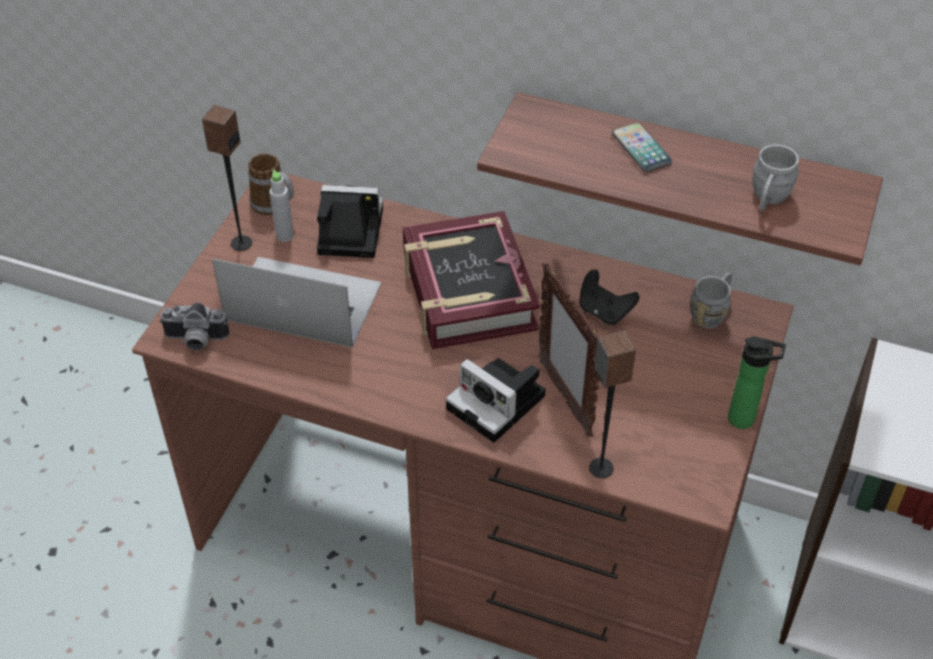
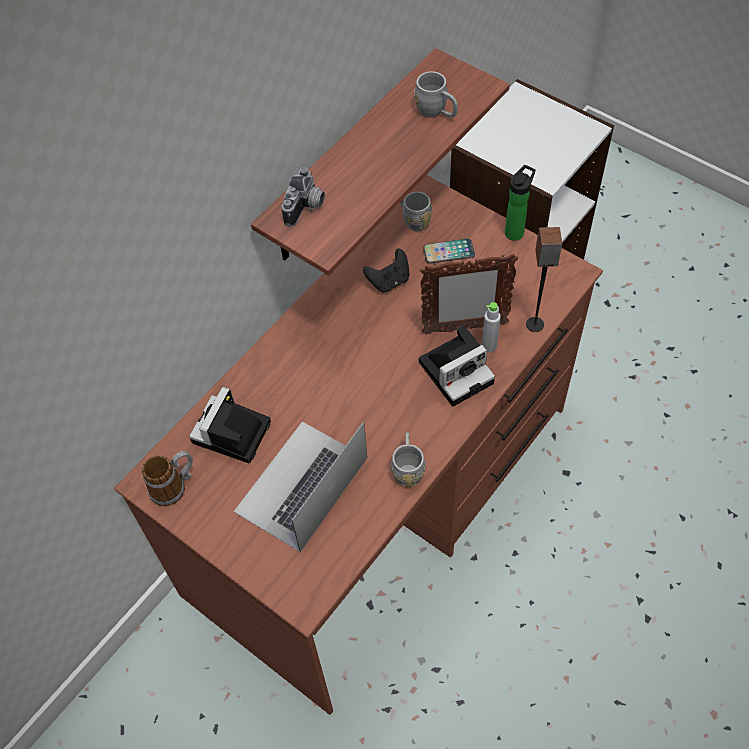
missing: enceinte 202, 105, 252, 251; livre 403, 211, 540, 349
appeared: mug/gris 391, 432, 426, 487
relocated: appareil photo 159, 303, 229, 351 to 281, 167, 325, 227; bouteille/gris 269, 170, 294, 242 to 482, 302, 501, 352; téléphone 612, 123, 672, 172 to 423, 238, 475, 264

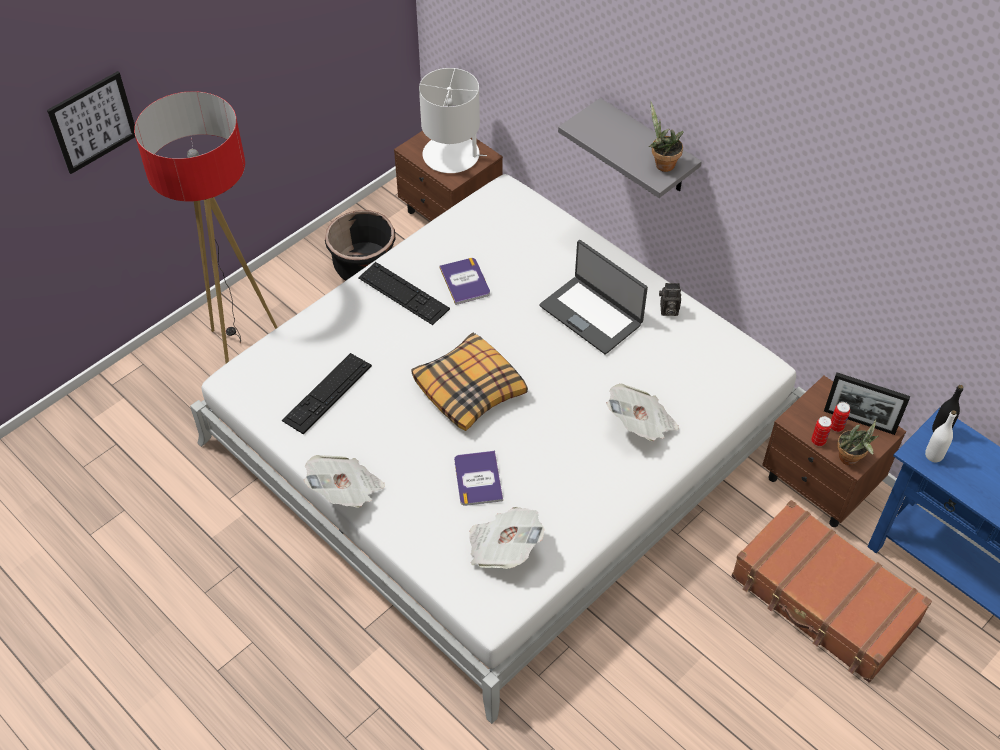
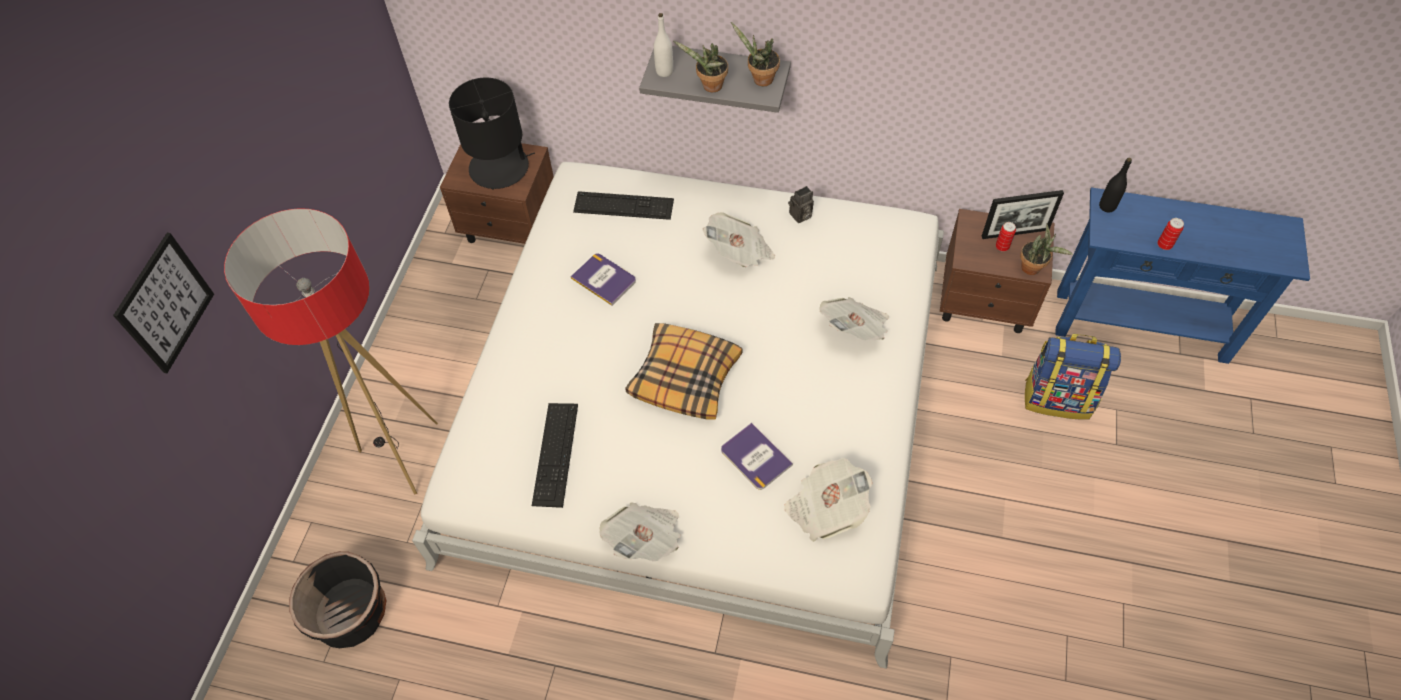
appeared: plante en pot 673, 41, 728, 92
relocated: cache-pot/noir 325, 210, 395, 281 to 289, 551, 387, 648; clavier 358, 262, 450, 325 to 573, 191, 674, 220; boîte métallique 811, 416, 832, 446 to 1157, 218, 1184, 250; bouteille/blanc 925, 410, 957, 462 to 654, 13, 673, 77
exchanged: ordinateur portable 540, 240, 648, 355 to journal 703, 212, 775, 268; valise/marron 731, 500, 932, 683 to sac à dos 1025, 334, 1121, 419
colour: lampe de table/blanc 419, 68, 487, 173 to lampe de table/noir 449, 78, 535, 190

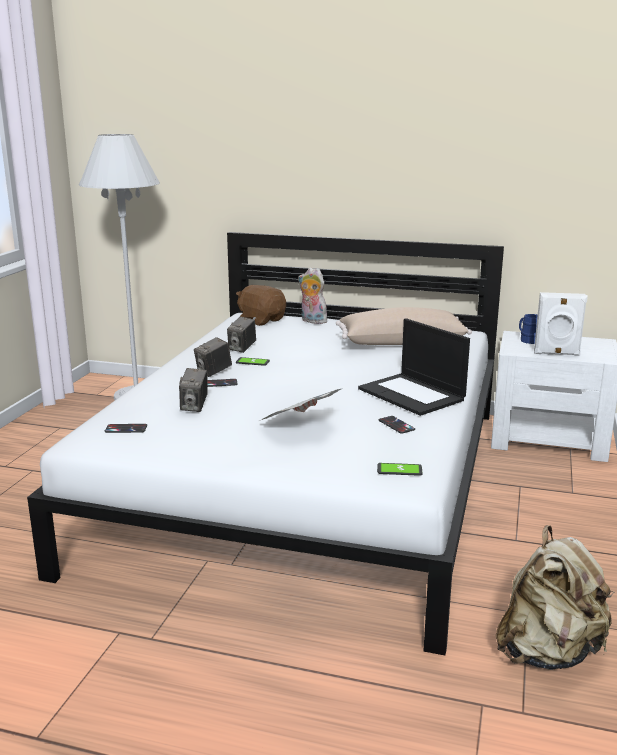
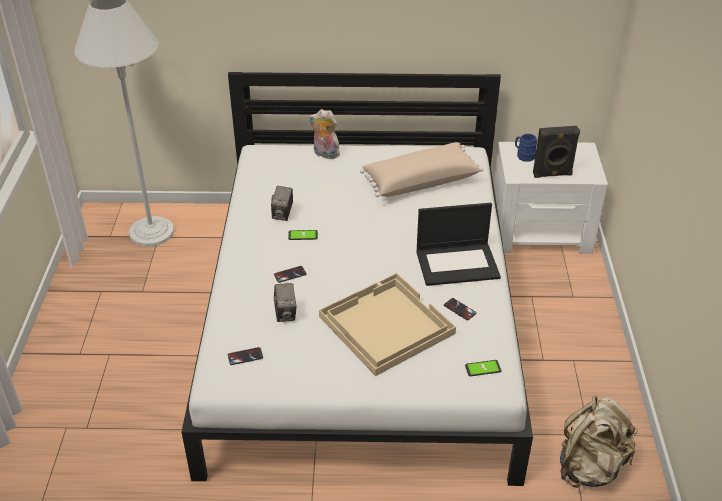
missing: appareil photo 194, 337, 232, 377; peluche/marron 236, 285, 286, 326
exchanged: journal 259, 389, 341, 421 to plateau/beige 319, 273, 456, 376
colour: enceinte/blanc 534, 292, 588, 356 to enceinte/noir 533, 126, 580, 178
spun: ordinateur portable 358, 318, 470, 416 = 416, 203, 501, 286 45 degrees counterclockwise

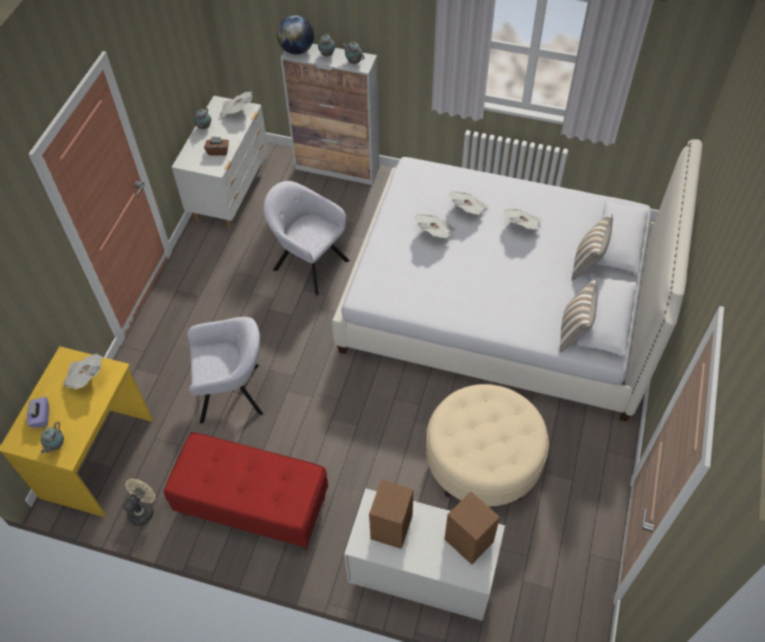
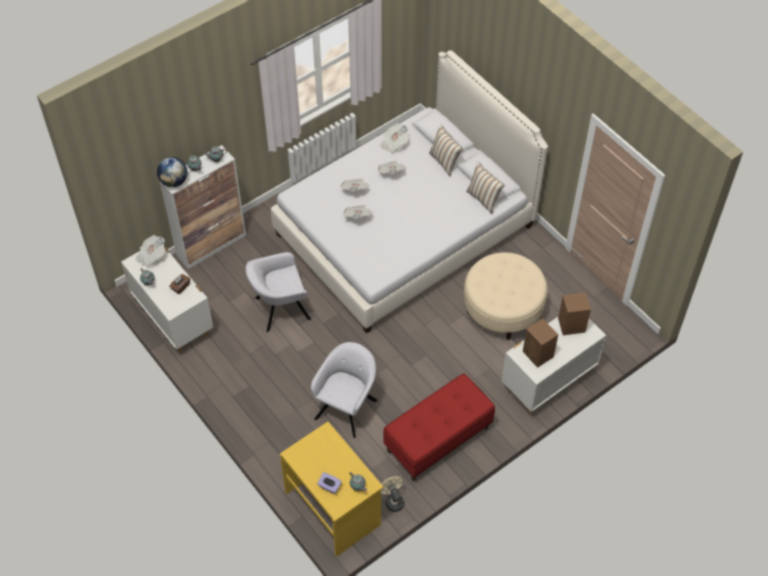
relocated: journal 62, 353, 103, 389 to 379, 124, 409, 153

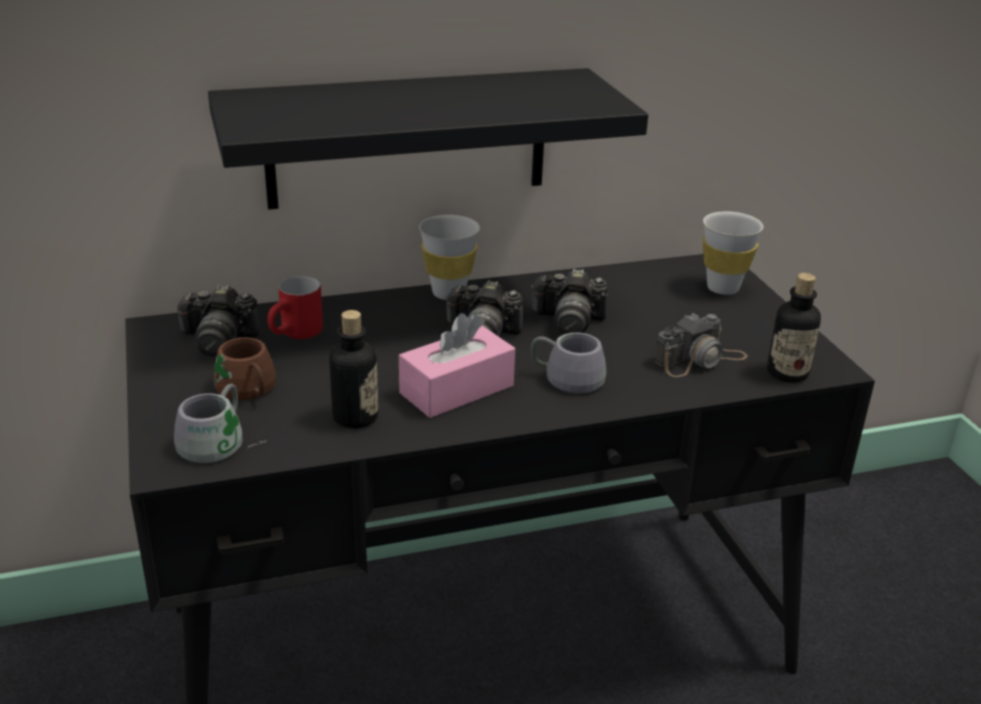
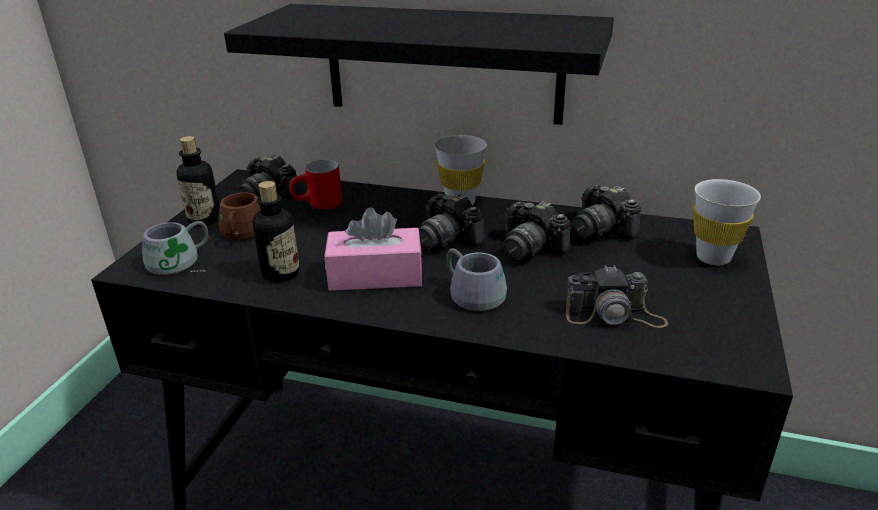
appeared: appareil photo 573, 185, 641, 240
relocated: bouteille 767, 273, 821, 383 to 176, 136, 220, 226

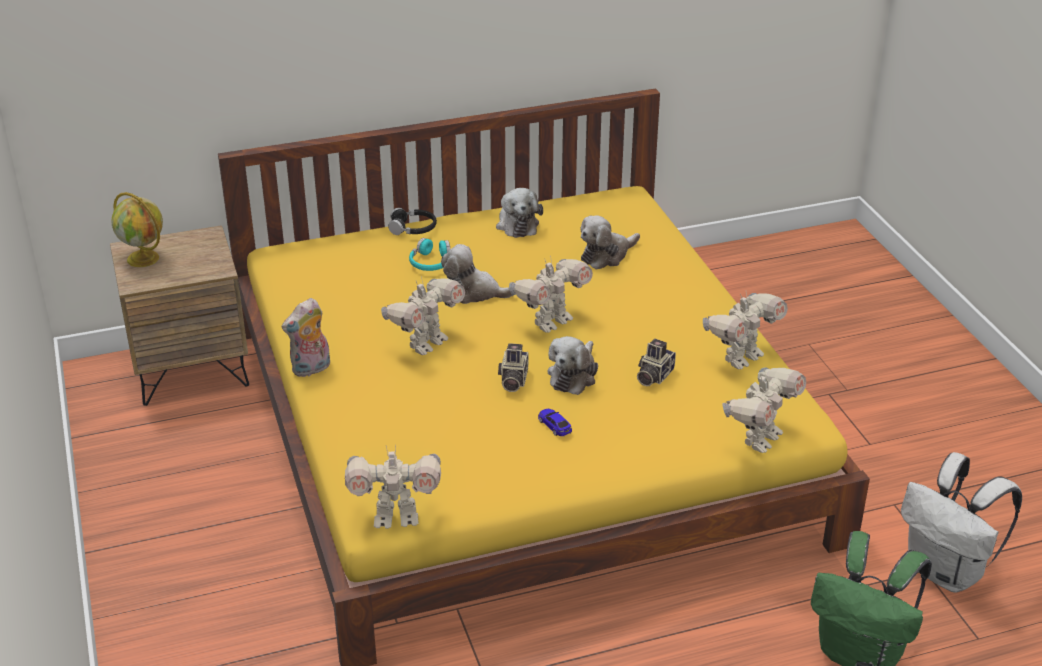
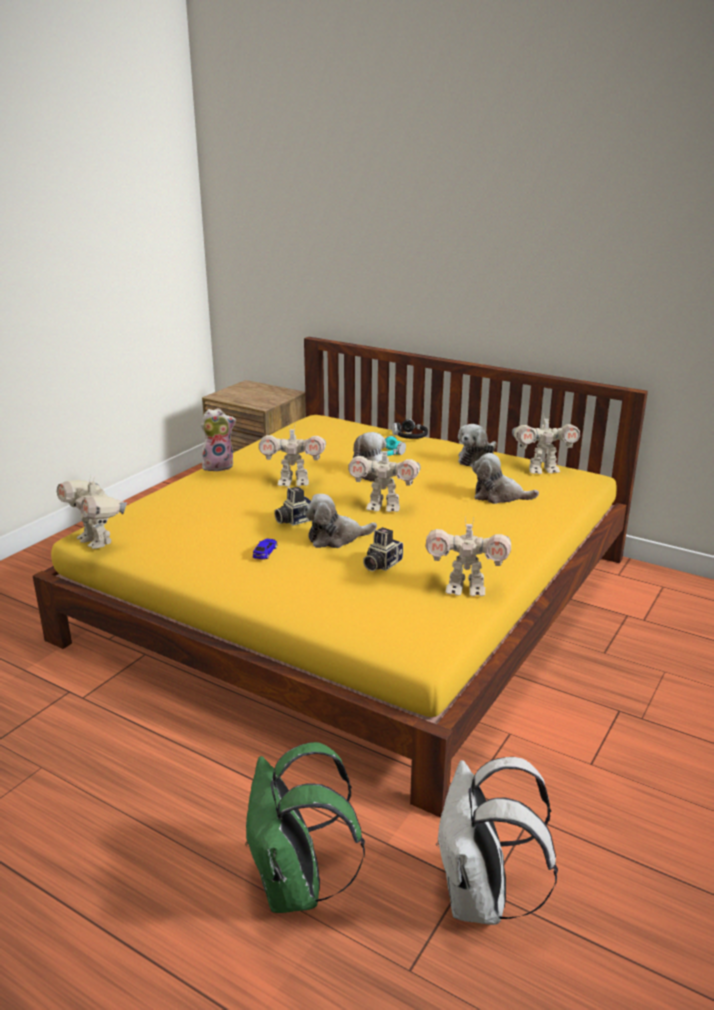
missing: globe 112, 192, 163, 267
relocated: robot jouet 722, 367, 806, 453 to 512, 413, 580, 474
spun: peluche 282, 298, 330, 377 = 201, 408, 236, 472 150 degrees clockwise; appareil photo 637, 339, 676, 386 = 363, 527, 403, 571 45 degrees counterclockwise

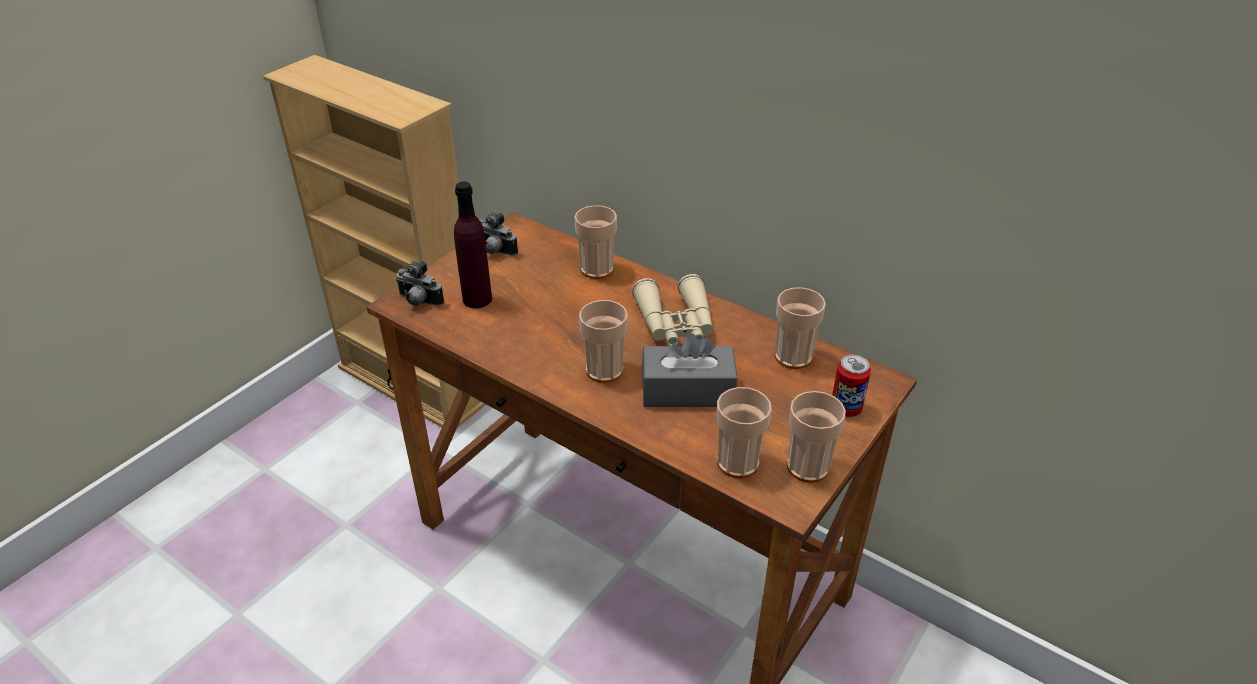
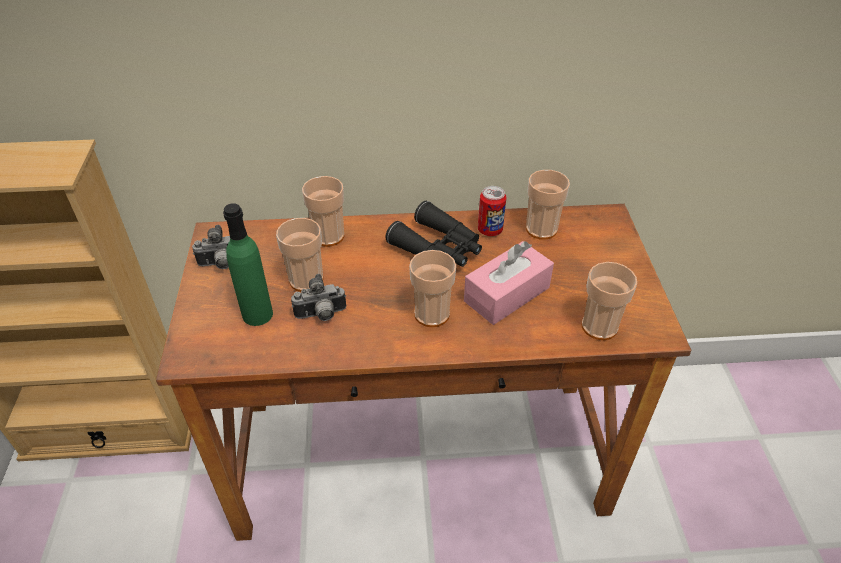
relocated: appareil photo 396, 261, 444, 306 to 291, 274, 346, 321; tasse 787, 391, 846, 483 to 276, 218, 323, 292; boîte métallique 832, 355, 871, 417 to 478, 186, 506, 236
colour: bouteille/violet 454, 181, 492, 308 to bouteille/vert 223, 203, 273, 326; jumelles/beige 632, 274, 714, 346 to jumelles/noir 386, 201, 482, 267; boîte à mouchoirs/gris 642, 333, 737, 407 to boîte à mouchoirs/rose 464, 241, 554, 325

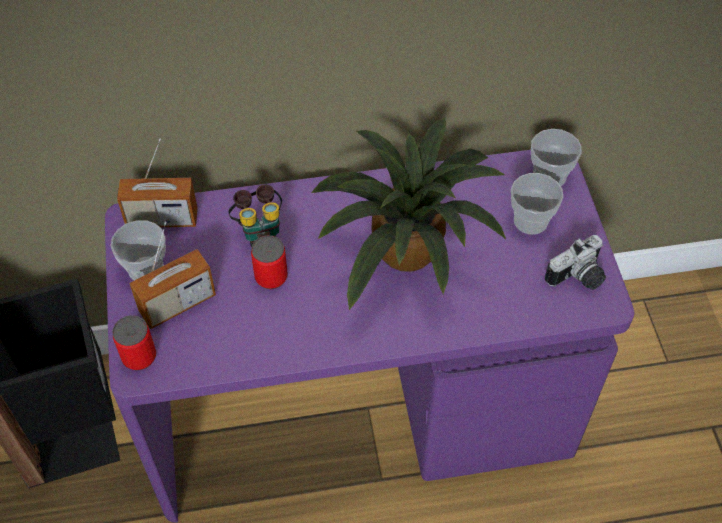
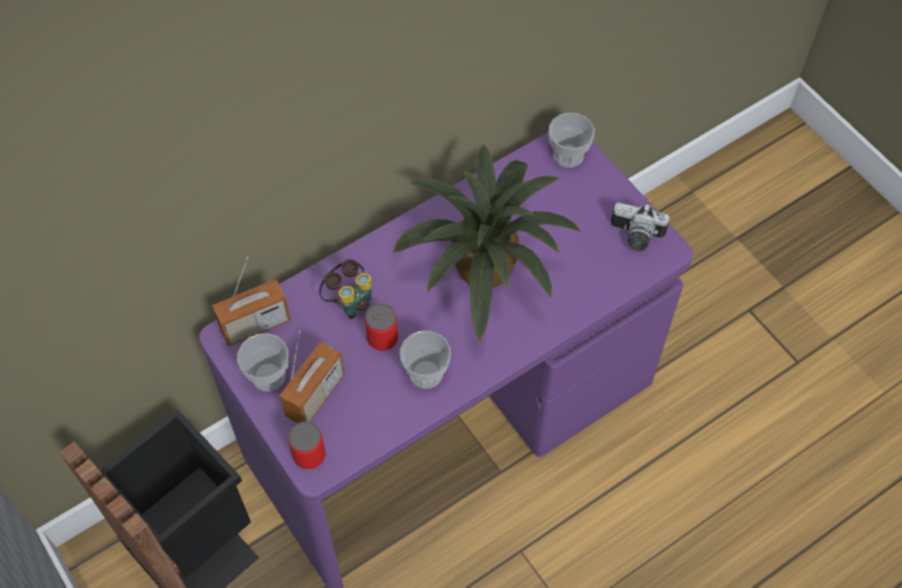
relocated: tasse 511, 173, 563, 234 to 400, 331, 451, 389
spun: appareil photo 545, 235, 606, 290 = 611, 202, 669, 251 75 degrees clockwise

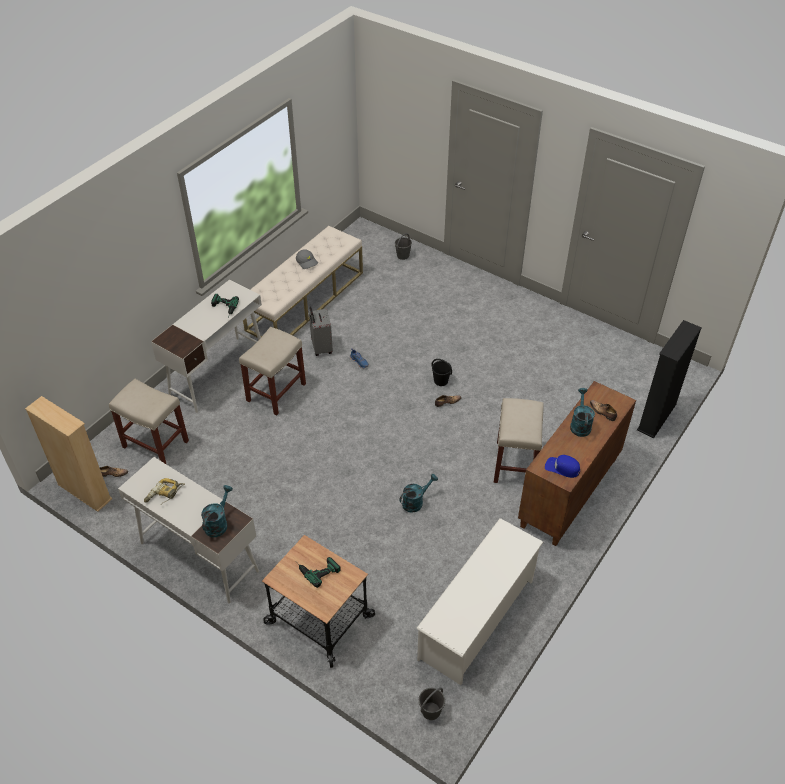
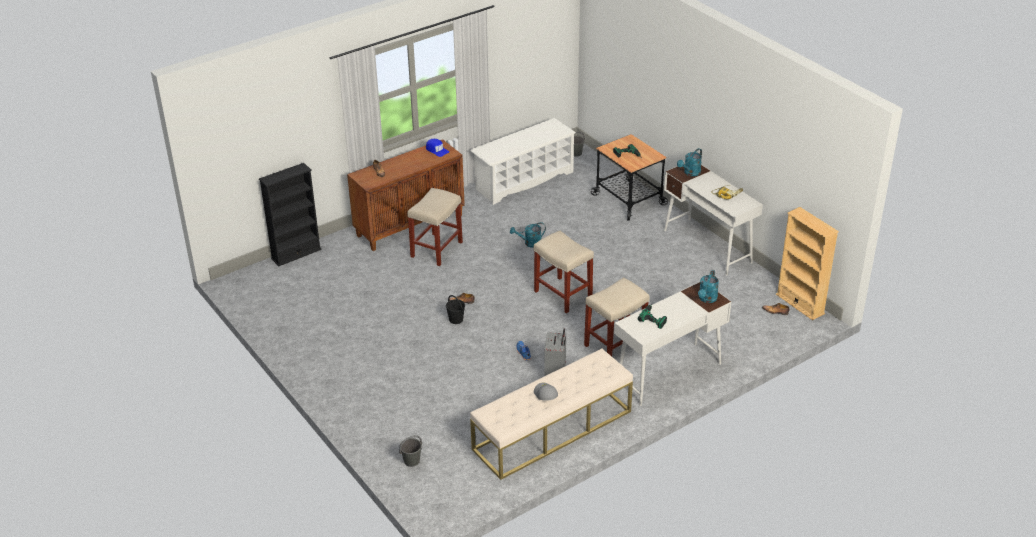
relocated: tabouret/beige 109, 379, 189, 465 to 534, 231, 594, 313; arrosoir/turquoise 570, 388, 595, 437 to 698, 270, 719, 303

